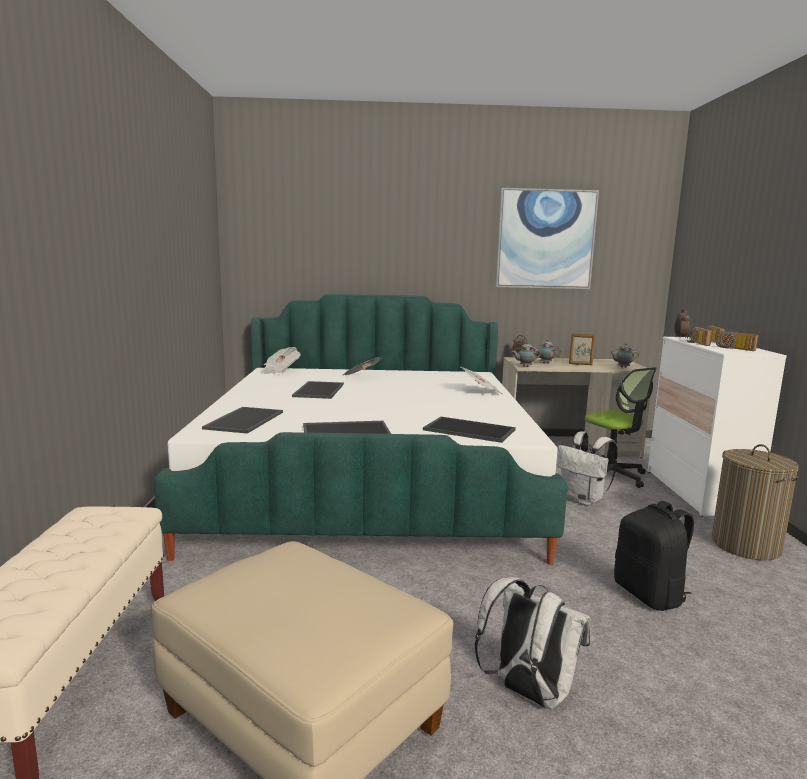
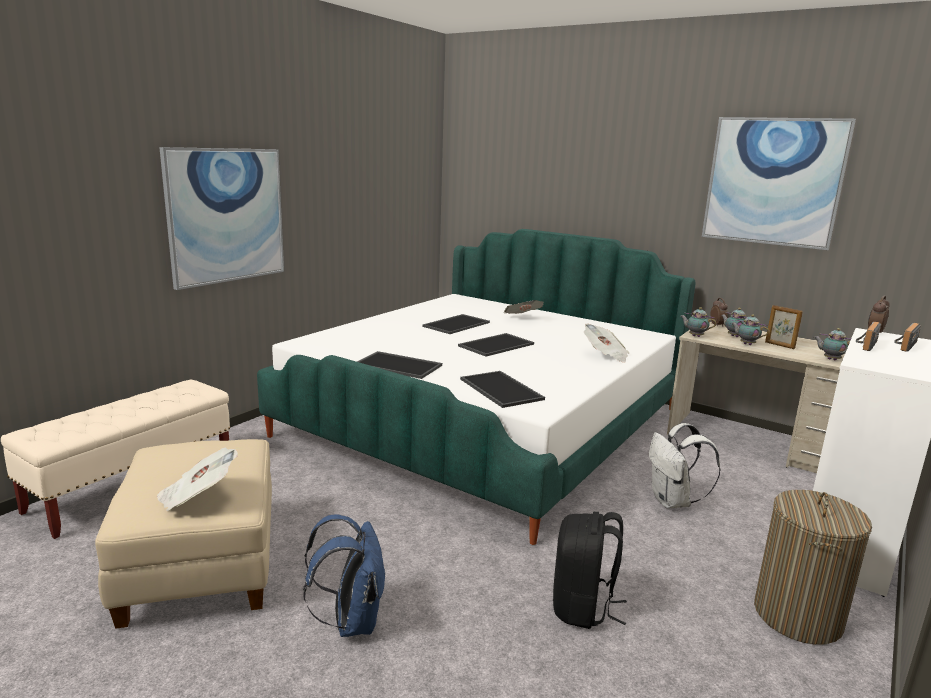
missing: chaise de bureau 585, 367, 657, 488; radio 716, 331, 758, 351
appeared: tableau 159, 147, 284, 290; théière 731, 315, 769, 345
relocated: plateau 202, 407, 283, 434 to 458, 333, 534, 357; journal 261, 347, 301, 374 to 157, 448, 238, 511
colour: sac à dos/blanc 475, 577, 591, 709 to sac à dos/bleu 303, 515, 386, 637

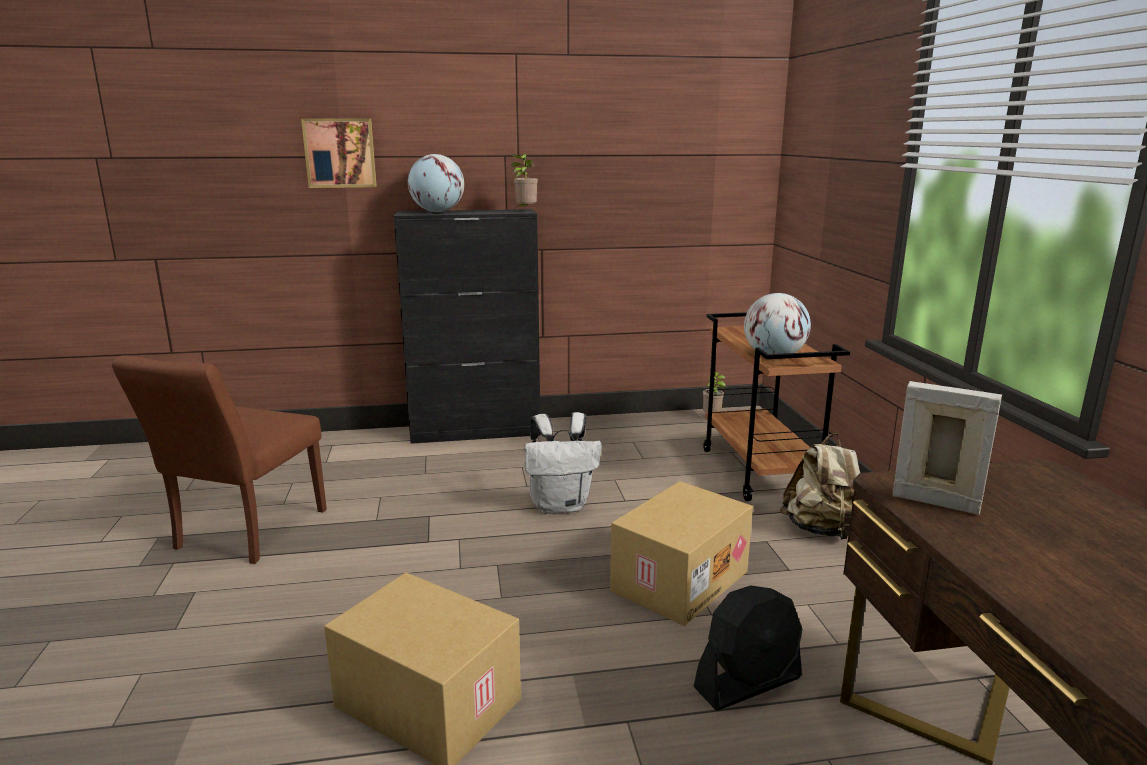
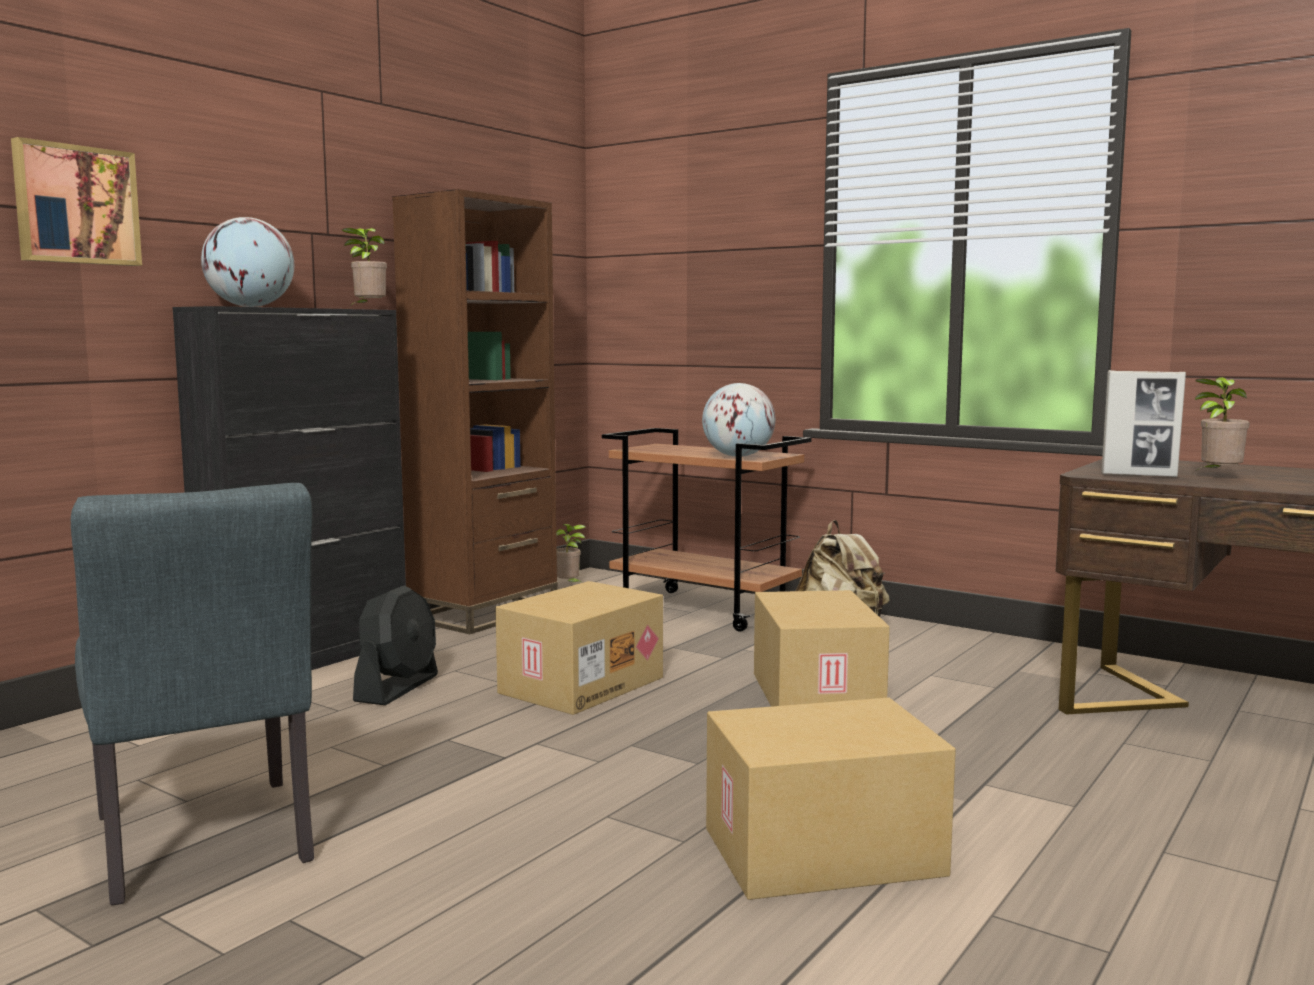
appeared: bibliothèque/marron 392, 189, 558, 634; plante en pot 1194, 377, 1249, 472
relocated: ventilateur/noir 693, 585, 803, 711 to 353, 585, 438, 705
exchanged: sac à dos/blanc 524, 412, 602, 514 to carton 495, 581, 663, 715
colour: chaise/marron 112, 355, 327, 564 to chaise/gris 71, 483, 314, 905
spun: cadre photo 892, 381, 1002, 515 = 1101, 370, 1186, 477 150 degrees counterclockwise

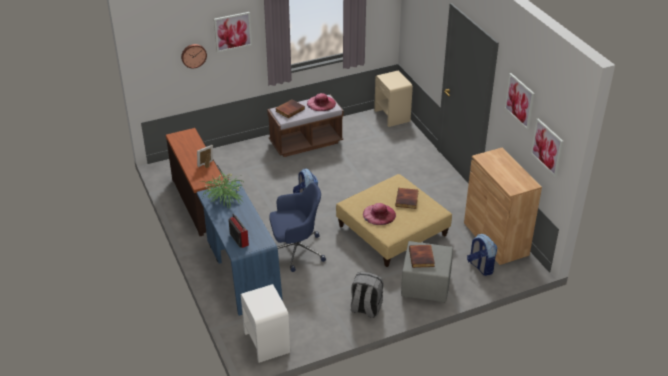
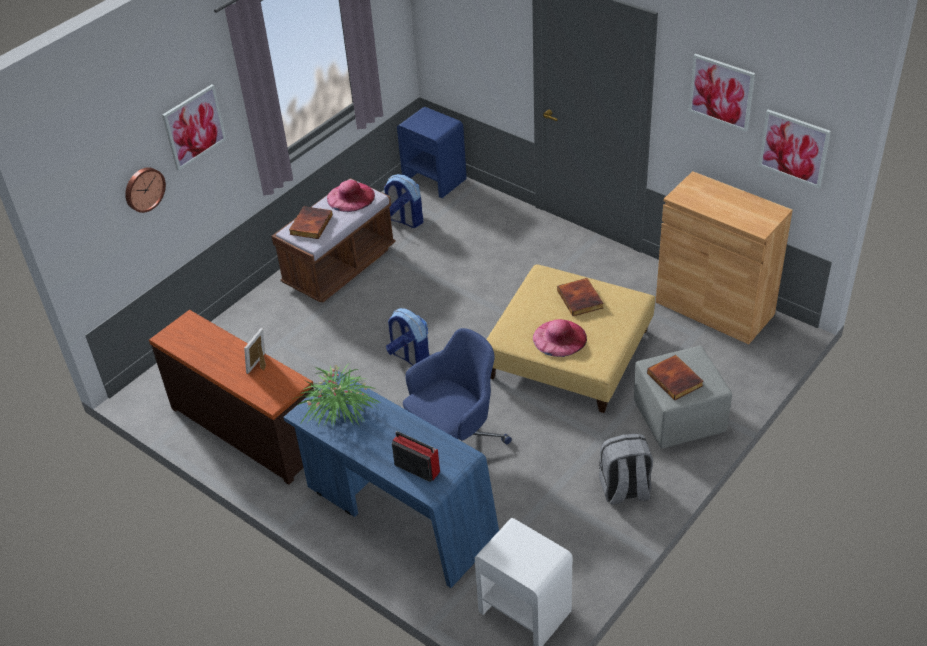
relocated: sac à dos 467, 234, 498, 276 to 384, 174, 423, 228
colour: table de chevet/beige 374, 70, 413, 127 to table de chevet/bleu 397, 107, 467, 198

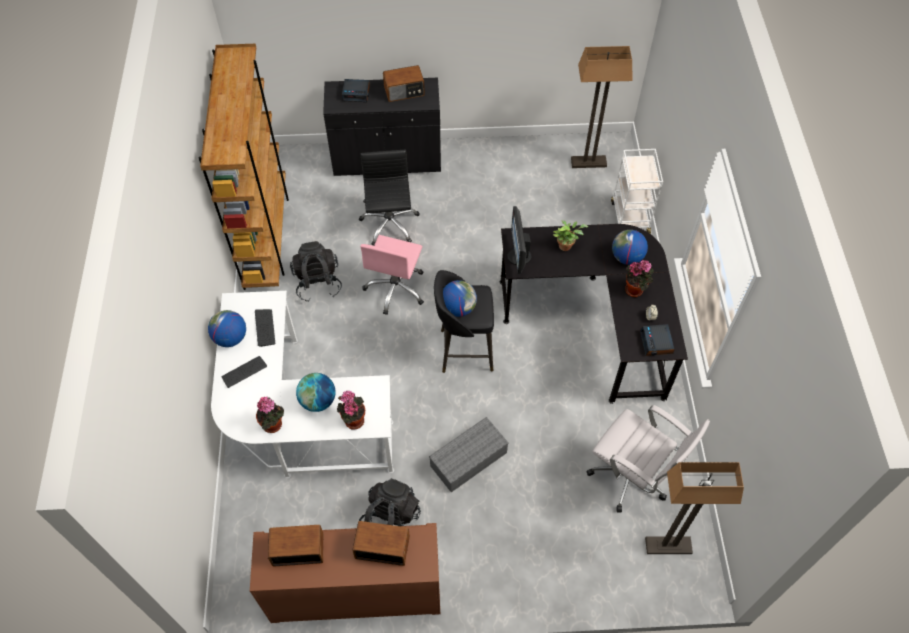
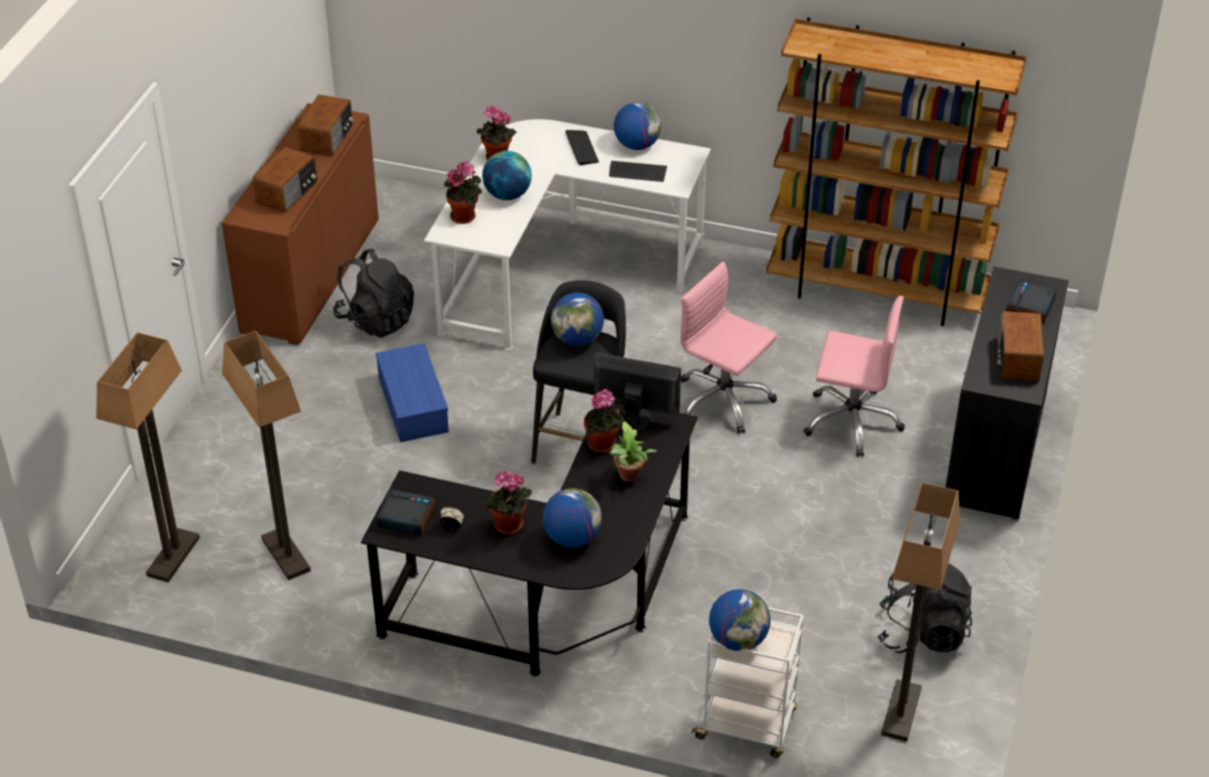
appeared: plante en pot 584, 389, 624, 453; globe 709, 589, 771, 651
relocated: sac à dos/noir 290, 241, 342, 302 to 878, 563, 972, 653
exchanged: chaise de bureau/blanc 586, 405, 710, 513 to lampadaire 222, 331, 311, 580
colour: chaise de bureau/noir 359, 150, 420, 245 to chaise de bureau/rose 803, 296, 905, 457; boîte de rangement/gris 429, 417, 509, 492 to boîte de rangement/bleu 376, 343, 449, 442

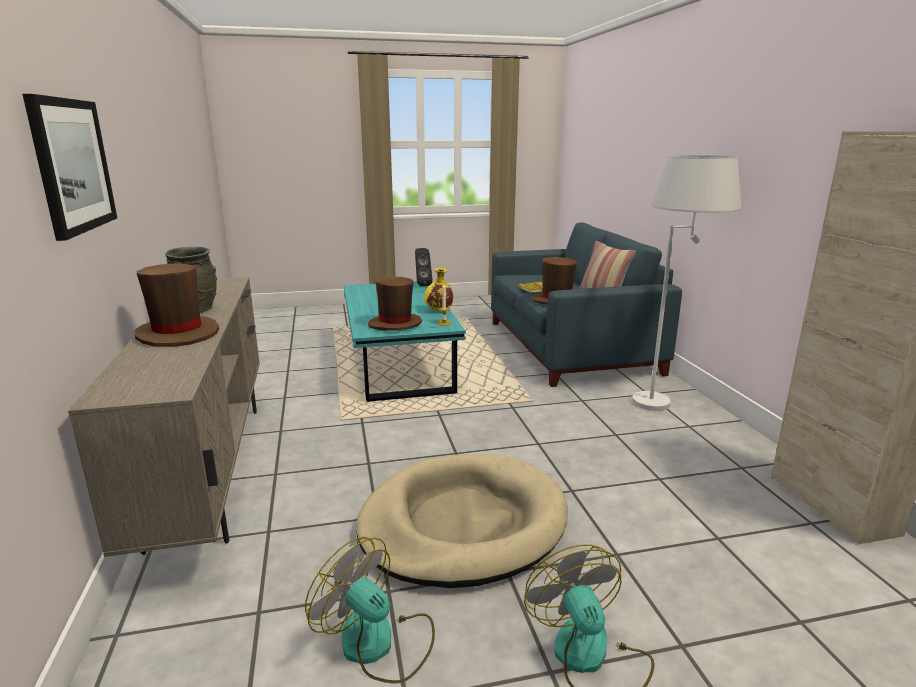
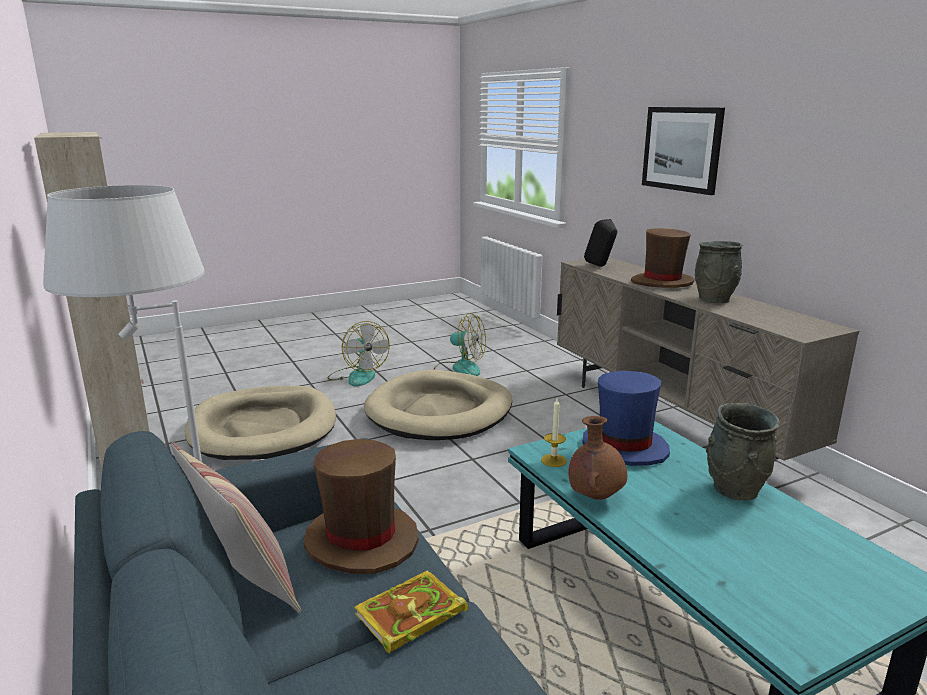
appeared: panier pour chien/beige 185, 386, 336, 460; vase/gris 706, 403, 779, 501
relocated: enceinte/noir 415, 248, 432, 286 to 584, 219, 618, 267
colour: chapeau/marron 368, 276, 422, 331 to chapeau/bleu 582, 371, 670, 466; vase/jaune 424, 268, 453, 311 to vase/marron 569, 416, 627, 500

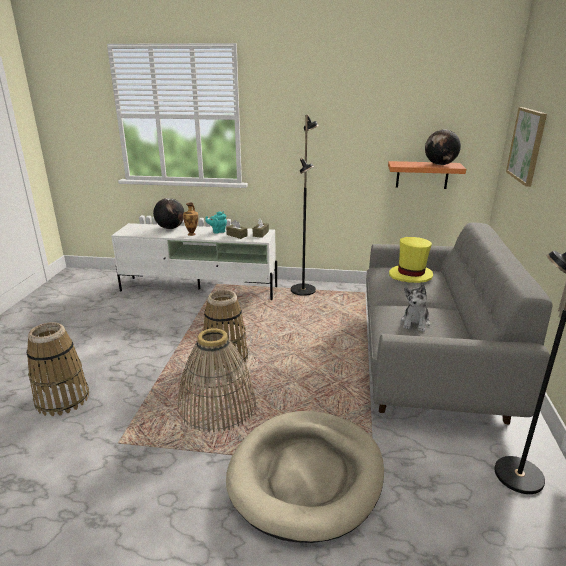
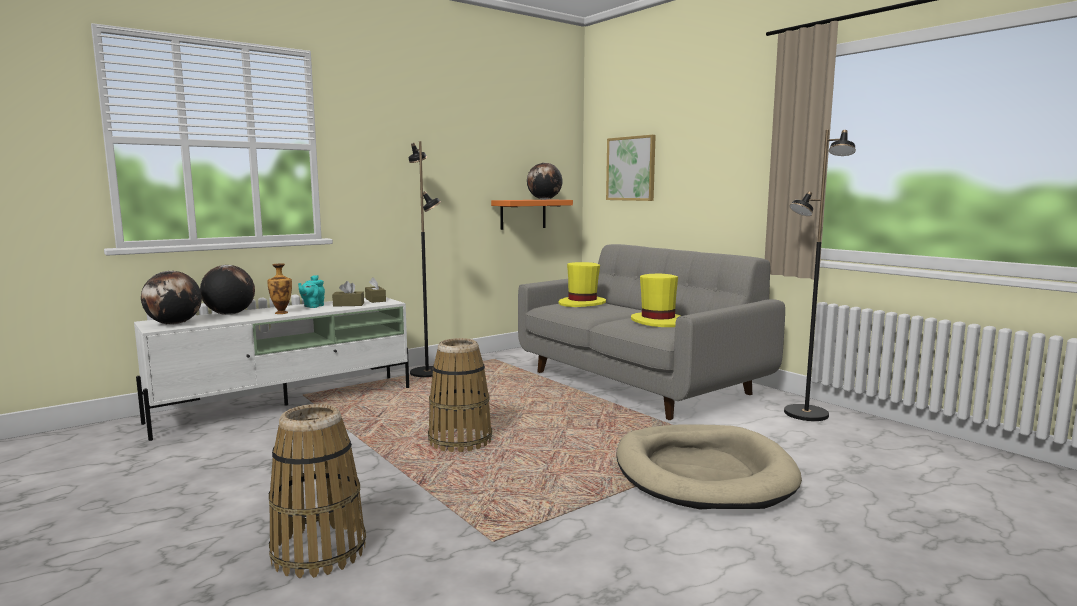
missing: panier 178, 328, 256, 432
appeared: globe 141, 271, 202, 325
exchanged: peluche 401, 284, 431, 332 to chapeau/jaune 631, 273, 680, 327

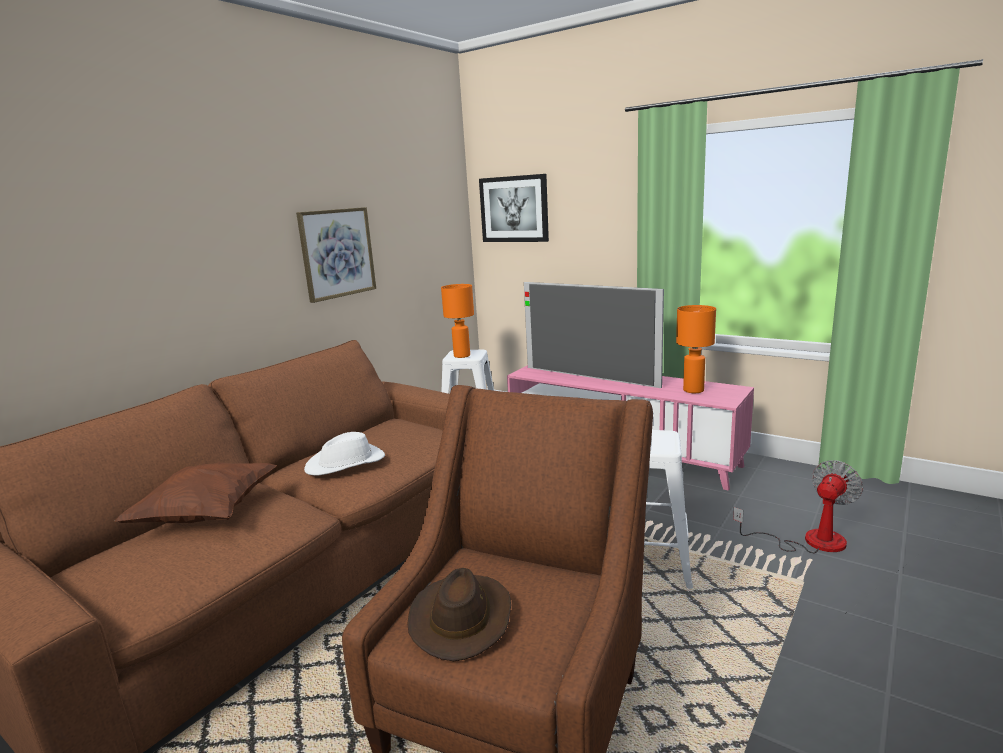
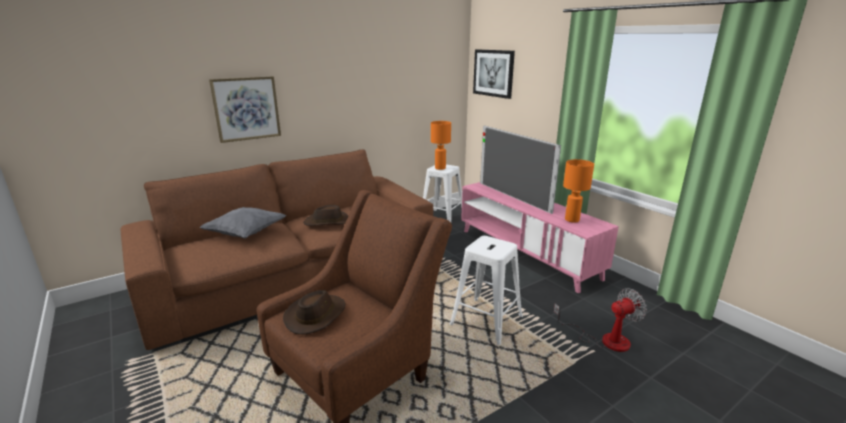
relocated: tableau 296, 207, 376, 303 to 209, 76, 281, 143
colour: coussin/marron 115, 463, 277, 523 to coussin/gris 199, 207, 287, 238; chapeau/blanc 304, 432, 385, 476 to chapeau/marron 303, 205, 348, 226

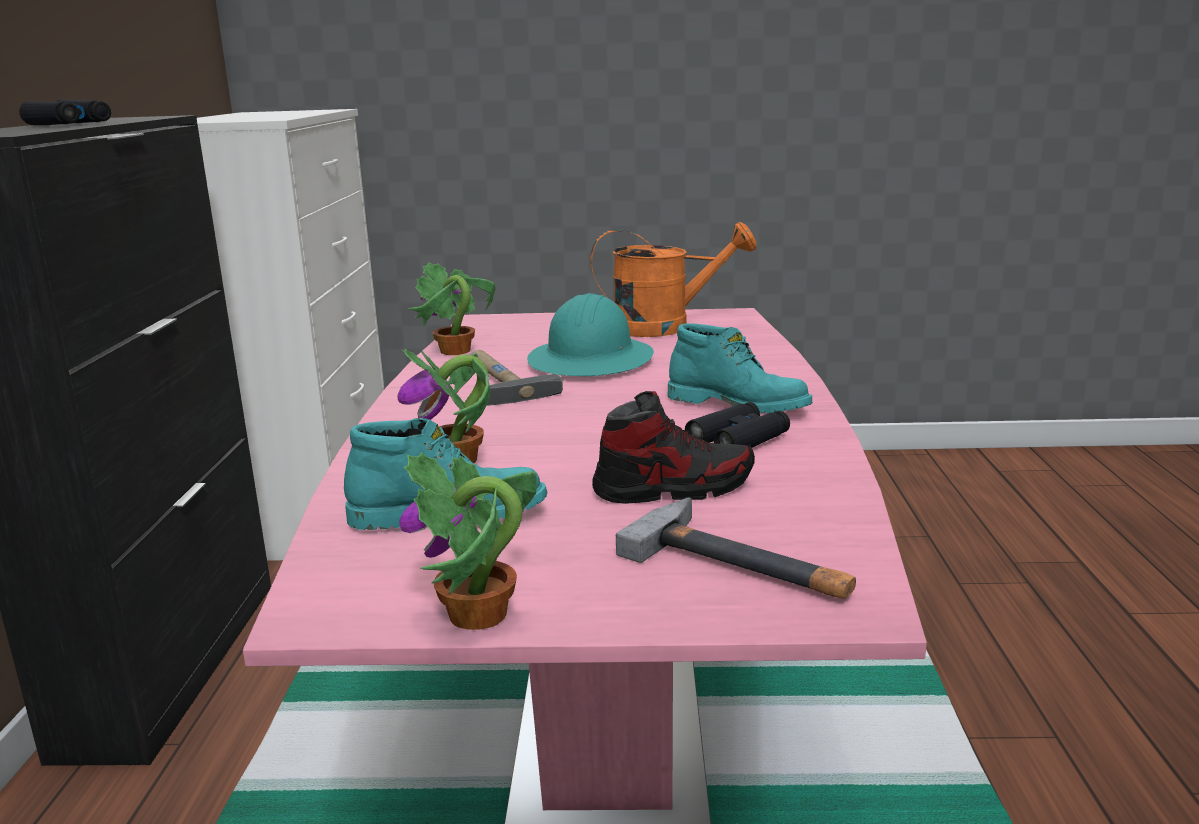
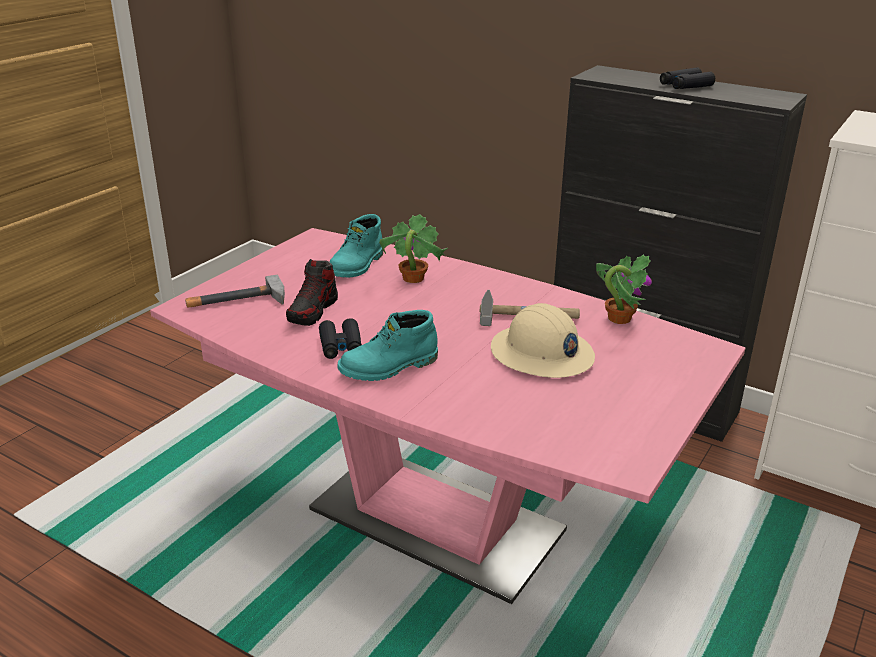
missing: plante en pot 399, 452, 536, 630; arrosoir/orange 591, 222, 756, 337
colour: casque de chantier/turquoise 527, 293, 654, 376 to casque de chantier/beige 491, 303, 595, 378

